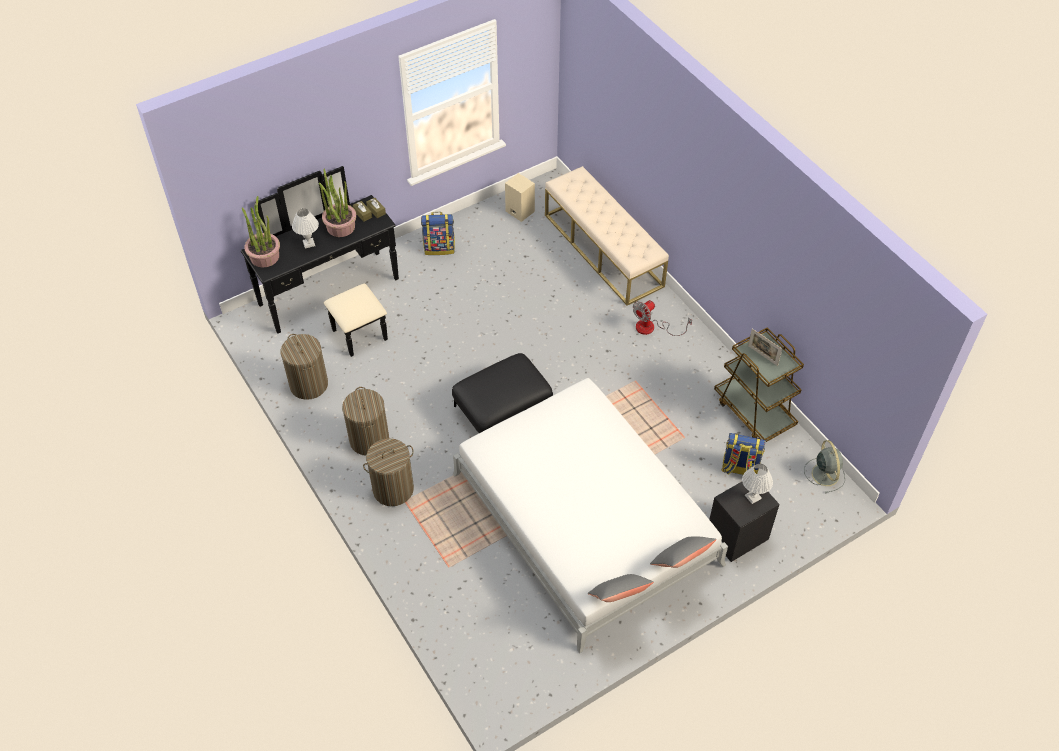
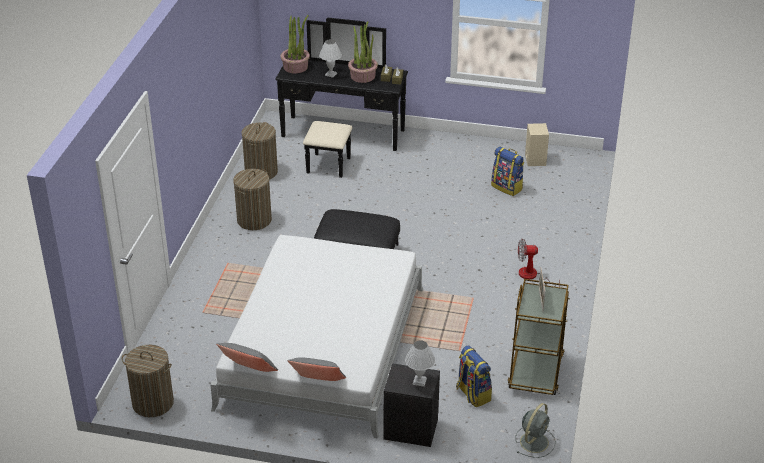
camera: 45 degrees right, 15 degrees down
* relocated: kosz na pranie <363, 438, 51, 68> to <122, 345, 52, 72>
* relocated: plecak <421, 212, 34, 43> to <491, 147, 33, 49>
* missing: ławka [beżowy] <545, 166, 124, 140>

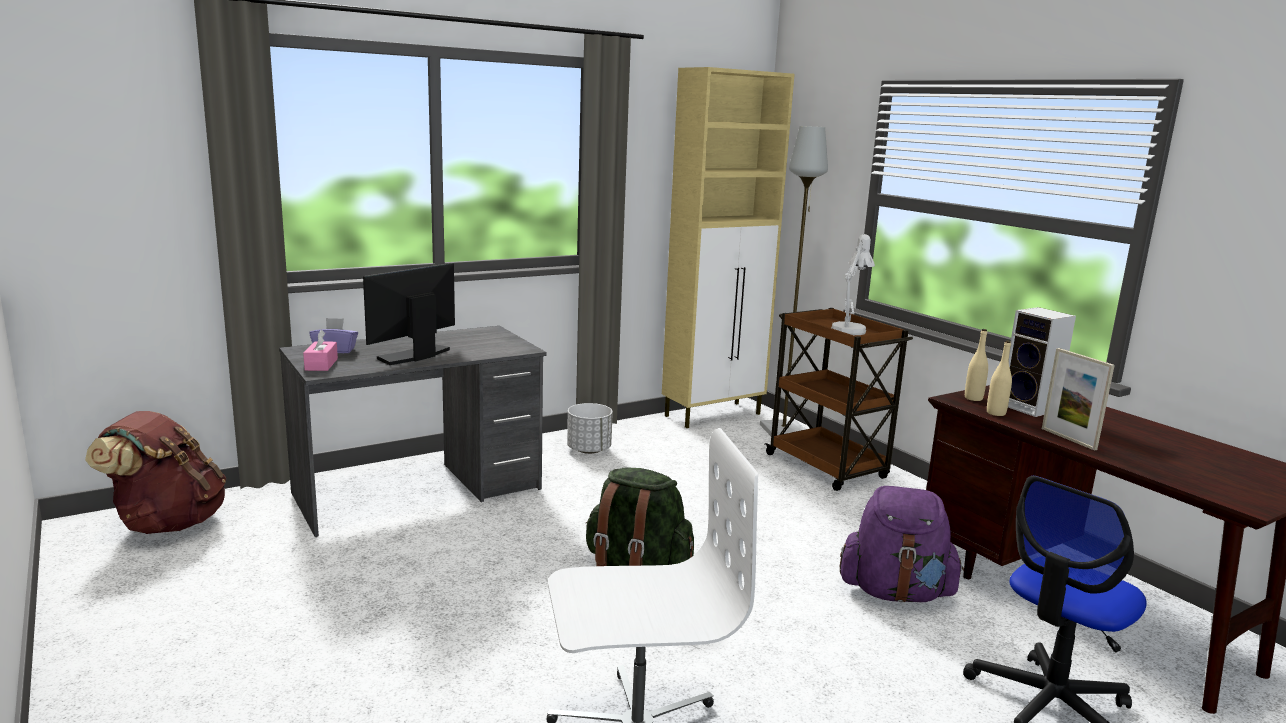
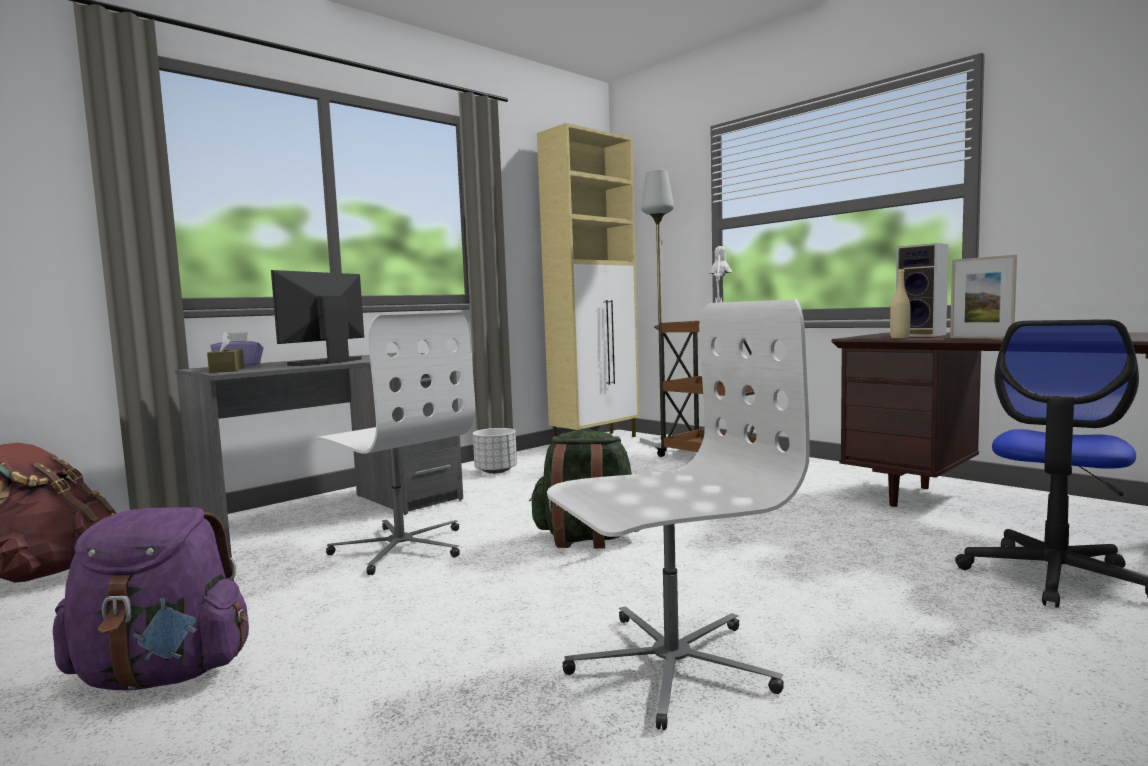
camera: 10 degrees left, 10 degrees down
* colour: pudełko chusteczek [różowy] <303, 330, 35, 41> to pudełko chusteczek [brązowy] <207, 332, 37, 41>
* relocated: plecak [fioletowy] <840, 486, 124, 116> to <53, 507, 196, 183>
* missing: butelka [beżowy] <965, 329, 23, 72>
* appeared: krzesło biurowe [biały] <315, 312, 160, 263>

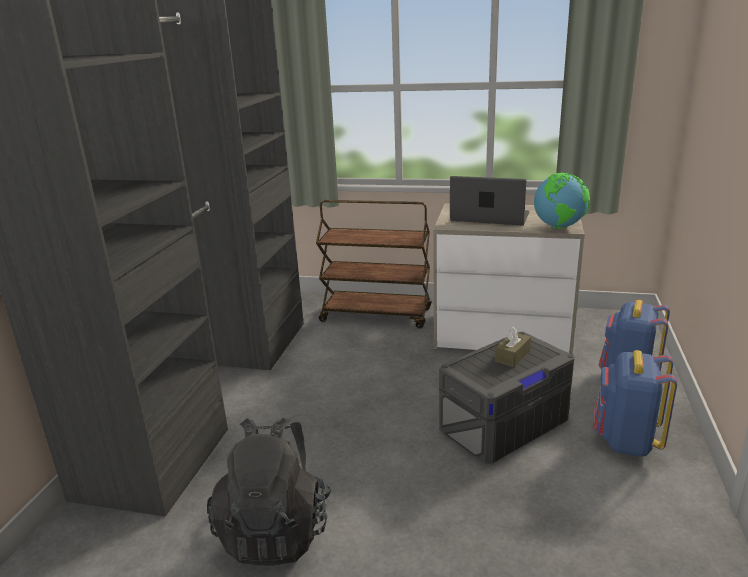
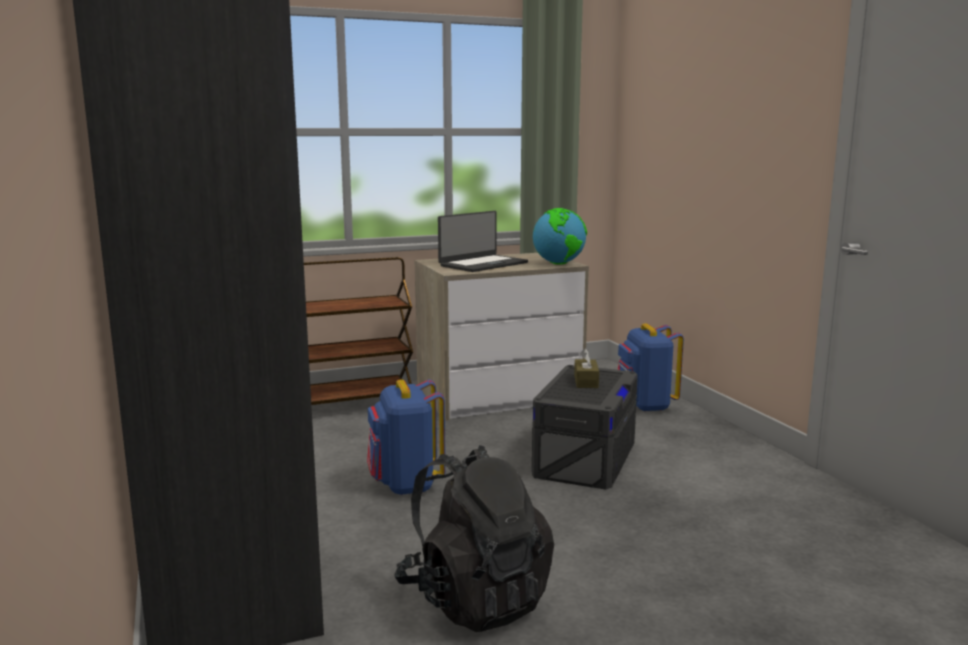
camera: 35 degrees left, 10 degrees down
* spun: laptop <450, 176, 79, 50> = <438, 211, 90, 61> 150 degrees clockwise
* relocated: plecak [niebieski] <594, 350, 83, 107> to <367, 379, 78, 116>

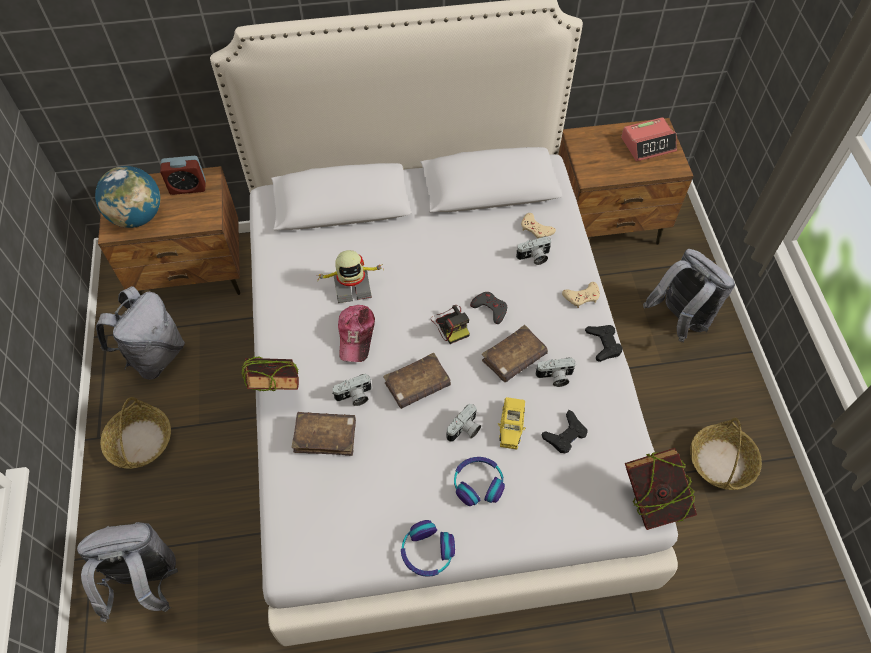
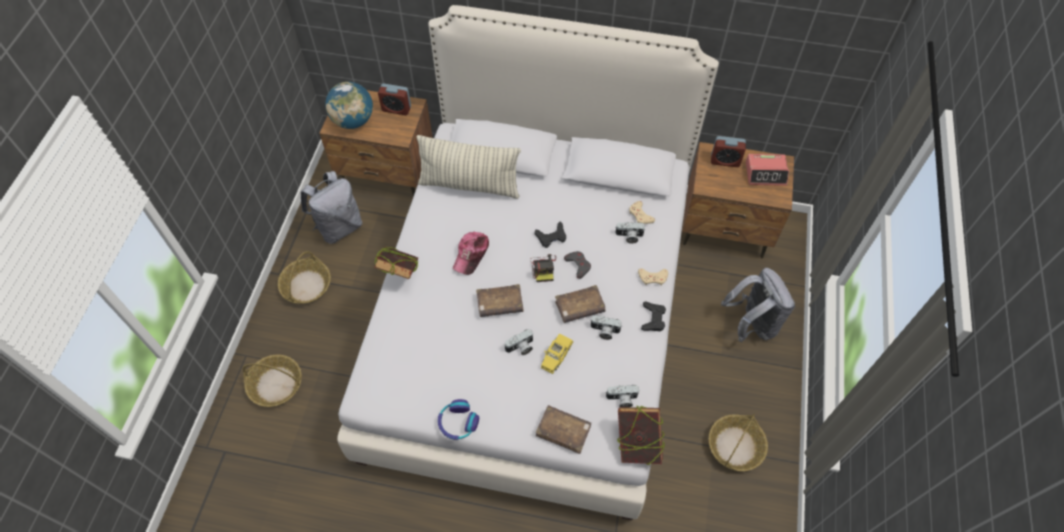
camera: 20 degrees right, 0 degrees up
* exchanged: plecak [szary] <77, 522, 101, 100> to koszyk <243, 355, 59, 52>
* relocated: książka [brązowy] <292, 412, 64, 44> to <536, 405, 55, 49>
* missing: robot zabawkowy <319, 250, 65, 53>
* relocated: aparat fotograficzny <332, 374, 40, 32> to <606, 385, 33, 22>
* missing: słuchawki <454, 457, 51, 49>
* relocated: pad do gier [czarny] <542, 410, 46, 44> to <535, 222, 31, 26>
* appeared: poduszka <416, 135, 105, 64>
* appeared: budzik <711, 136, 35, 31>

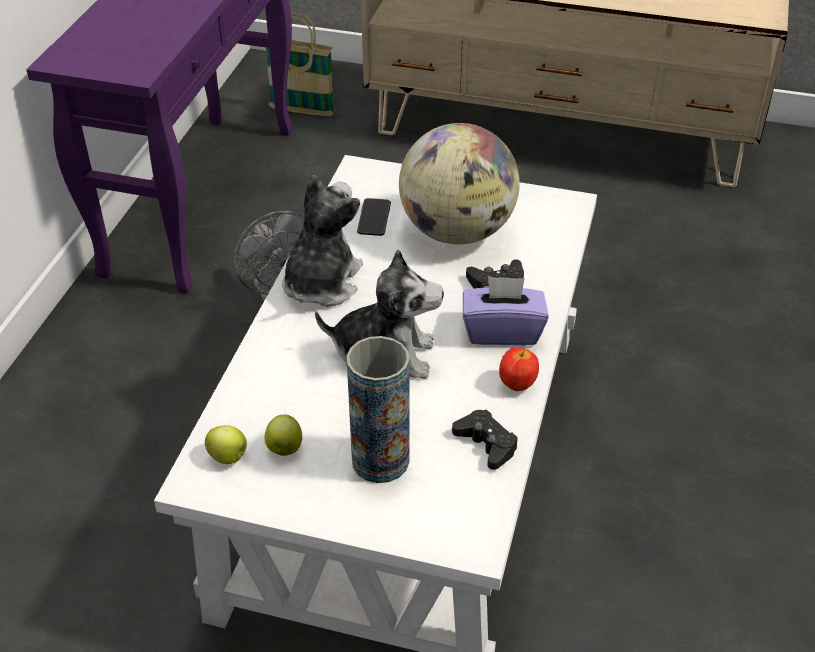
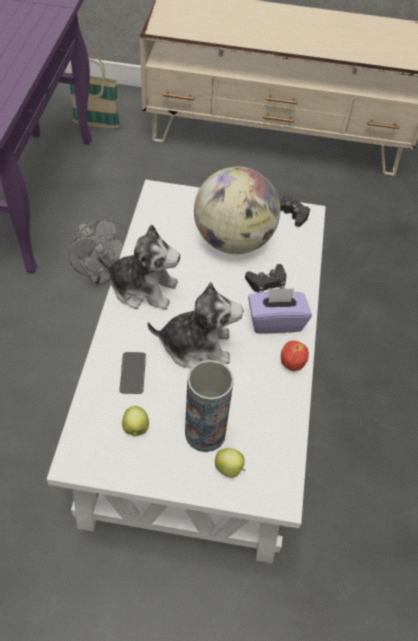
camera: 10 degrees left, 10 degrees up
* relocated: jabłko <205, 425, 42, 39> to <215, 448, 31, 30>
* spun: pluszak <282, 174, 81, 133> = <97, 224, 83, 86> 90 degrees clockwise
* relocated: telefon <357, 198, 34, 38> to <120, 352, 26, 42>
* relocated: pad do gier [czarny] <452, 409, 66, 61> to <279, 195, 31, 32>

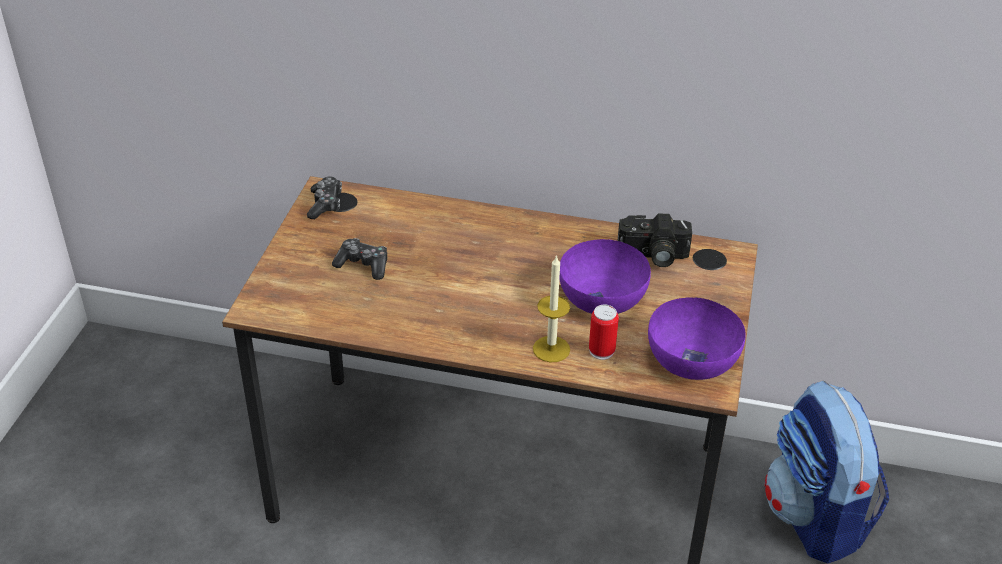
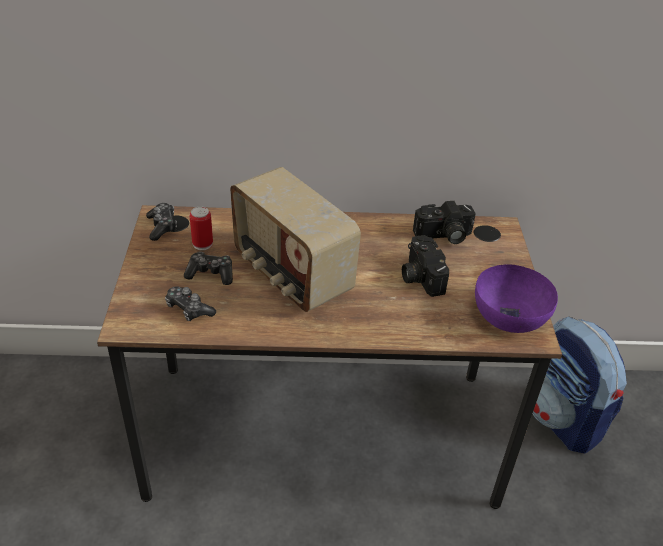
camera: 15 degrees left, 0 degrees up
* missing: świeca <533, 255, 37, 107>
* exchanged: miska [fioletowy] <559, 239, 92, 75> to aparat fotograficzny <402, 235, 47, 62>
* relocated: puszka <589, 305, 30, 55> to <190, 206, 23, 44>
* appeared: pad do gier <165, 287, 51, 34>
* appeared: radio <230, 167, 131, 145>

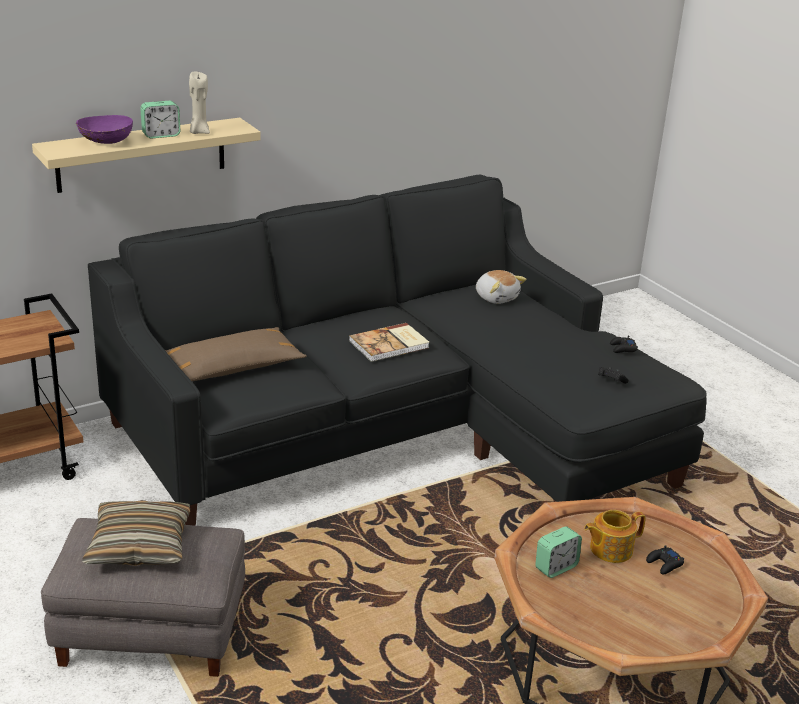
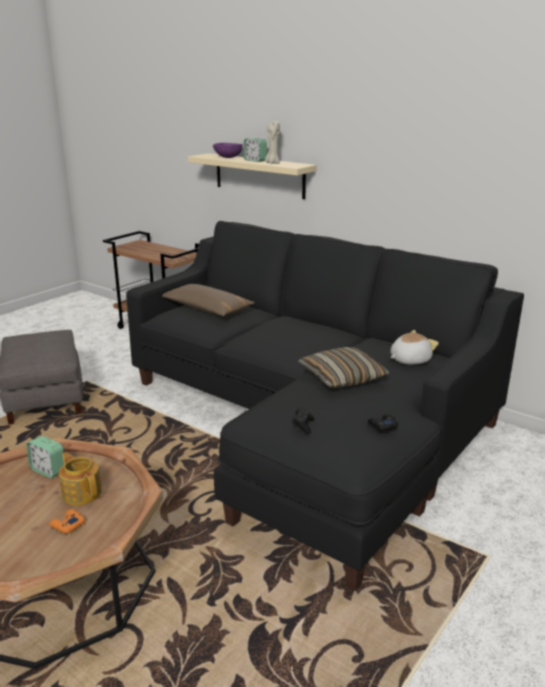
camera: 70 degrees right, 5 degrees down
* relocated: poduszka <82, 500, 108, 66> to <298, 347, 92, 42>
* missing: książka <349, 323, 80, 39>
* spun: pluszak <476, 270, 50, 34> = <391, 330, 48, 35> 150 degrees counterclockwise
* colour: pad do gier [czarny] <646, 545, 38, 29> to pad do gier [pomarańczowy] <49, 509, 36, 25>

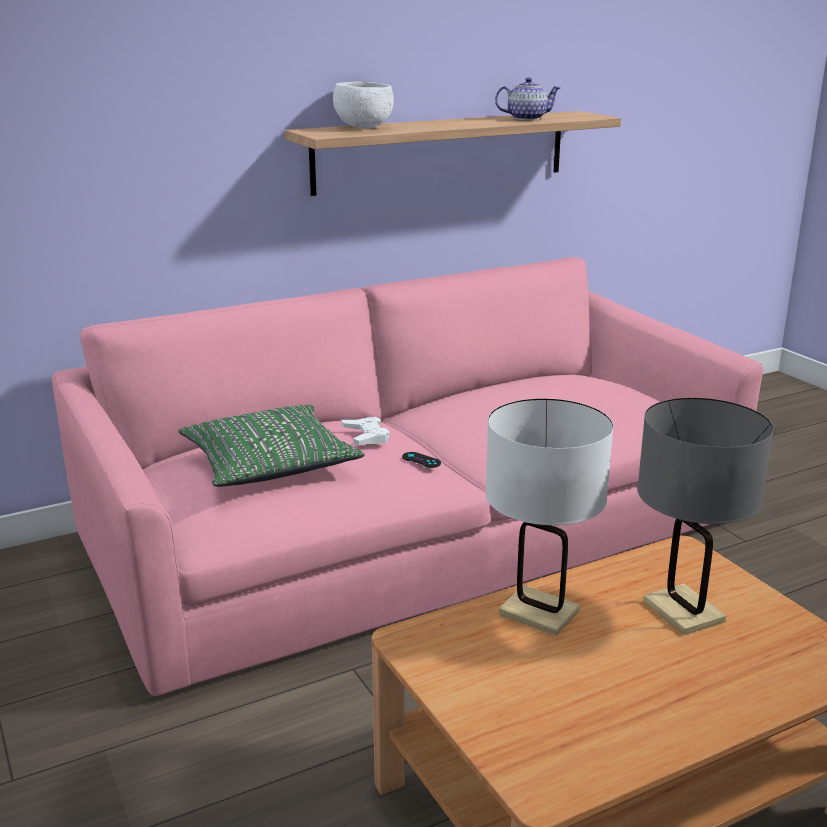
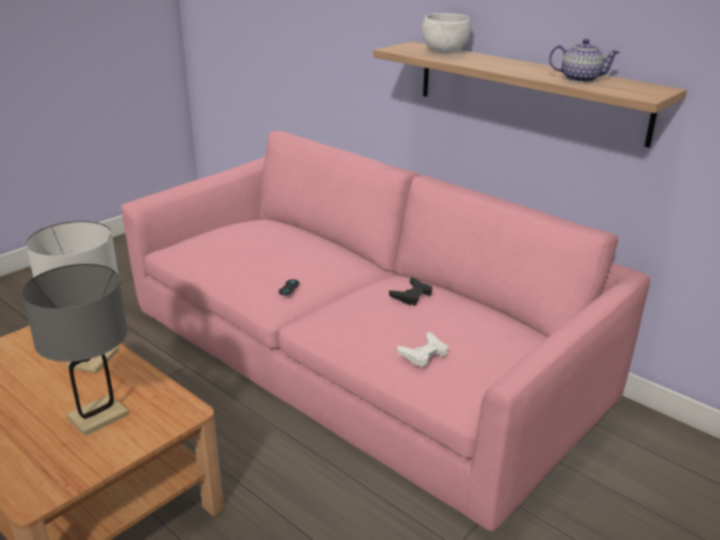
camera: 70 degrees right, 5 degrees up
* missing: poduszka [zielony] <179, 405, 186, 82>
* relocated: pad do gier [biały] <341, 417, 48, 28> to <397, 332, 51, 35>
* spun: imbryk <495, 78, 66, 42> = <549, 39, 71, 44> 45 degrees counterclockwise
* appeared: pad do gier [czarny] <389, 277, 44, 29>

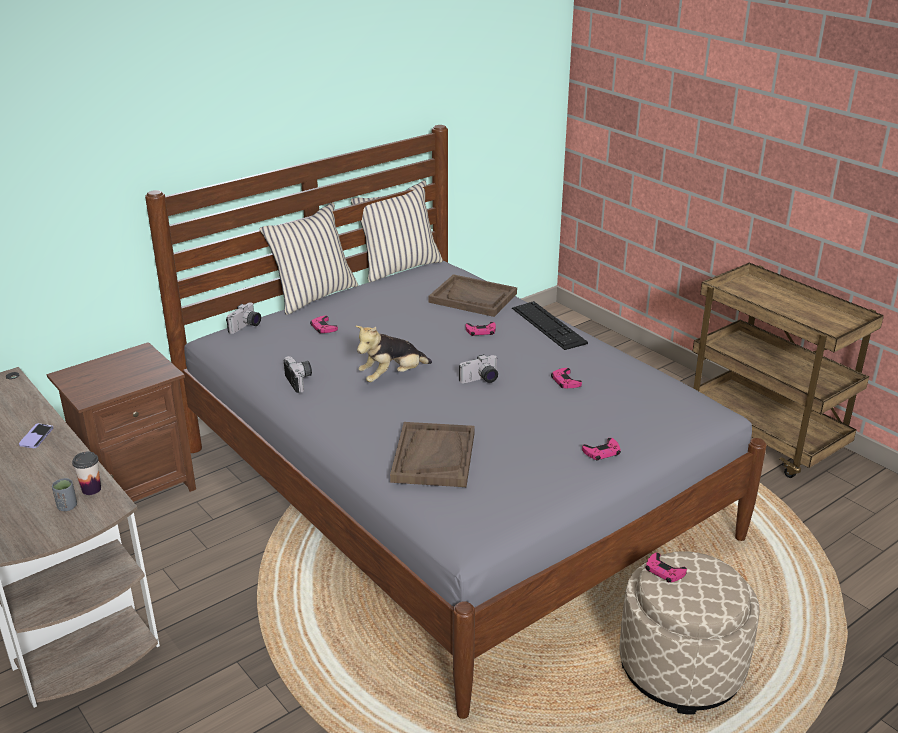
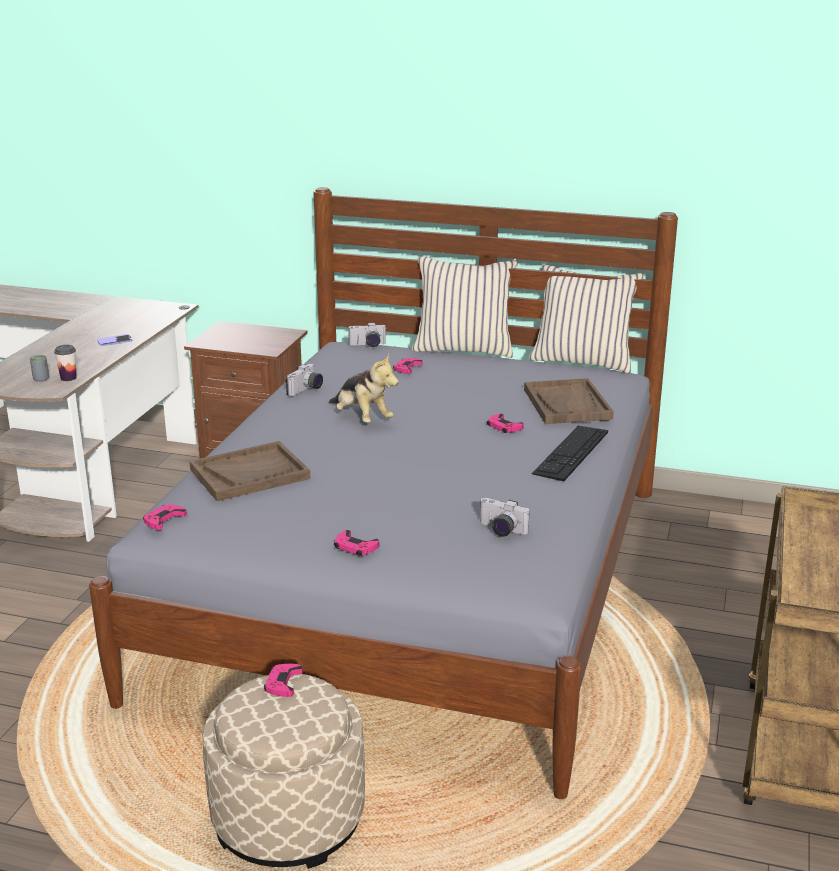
camera: 55 degrees right, 5 degrees down
* spun: pluszak <356, 326, 76, 56> = <329, 353, 70, 70> 150 degrees counterclockwise
* relocated: aparat fotograficzny <459, 354, 39, 29> to <479, 498, 51, 39>
* relocated: pad do gier [różowy] <551, 368, 31, 20> to <143, 504, 44, 26>

